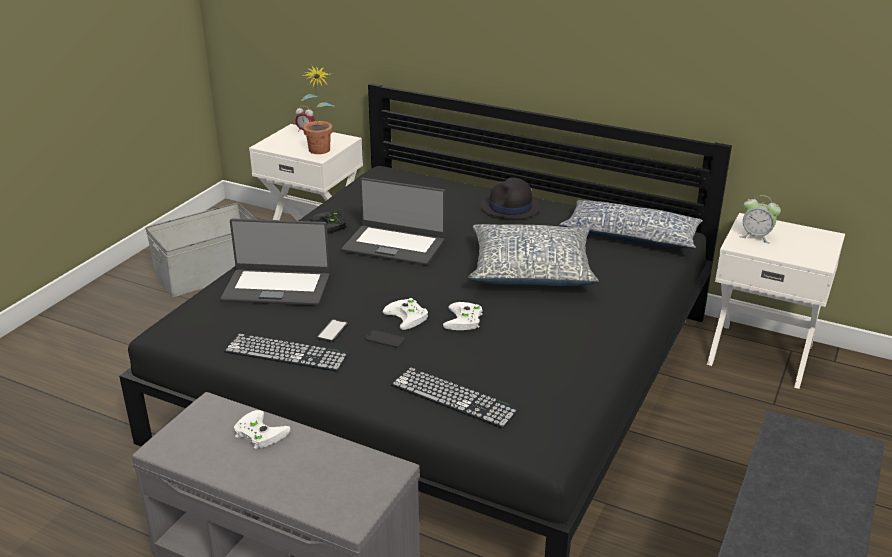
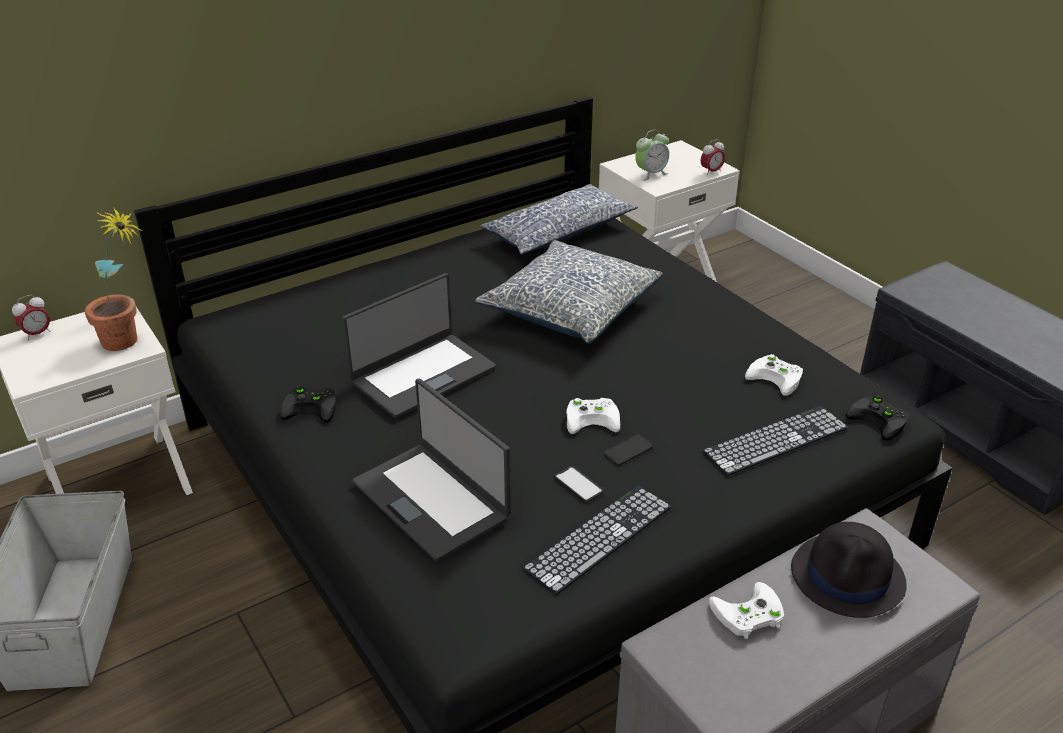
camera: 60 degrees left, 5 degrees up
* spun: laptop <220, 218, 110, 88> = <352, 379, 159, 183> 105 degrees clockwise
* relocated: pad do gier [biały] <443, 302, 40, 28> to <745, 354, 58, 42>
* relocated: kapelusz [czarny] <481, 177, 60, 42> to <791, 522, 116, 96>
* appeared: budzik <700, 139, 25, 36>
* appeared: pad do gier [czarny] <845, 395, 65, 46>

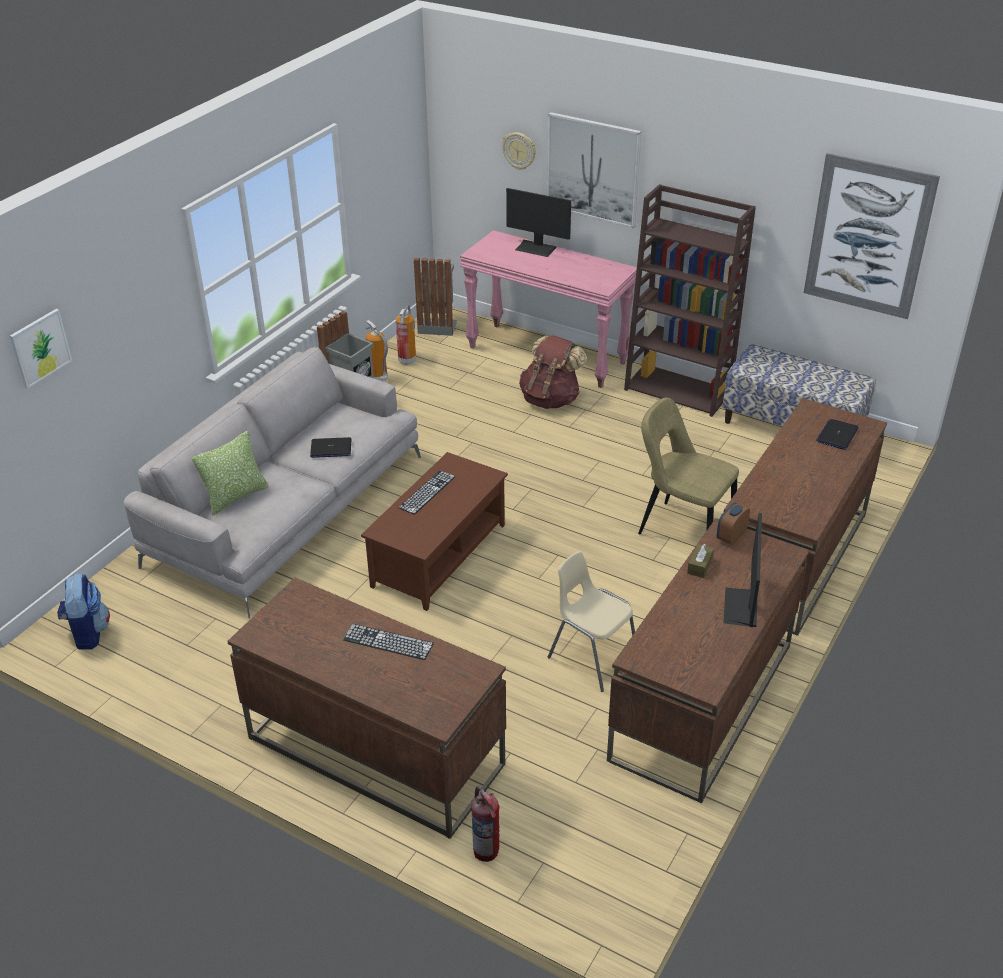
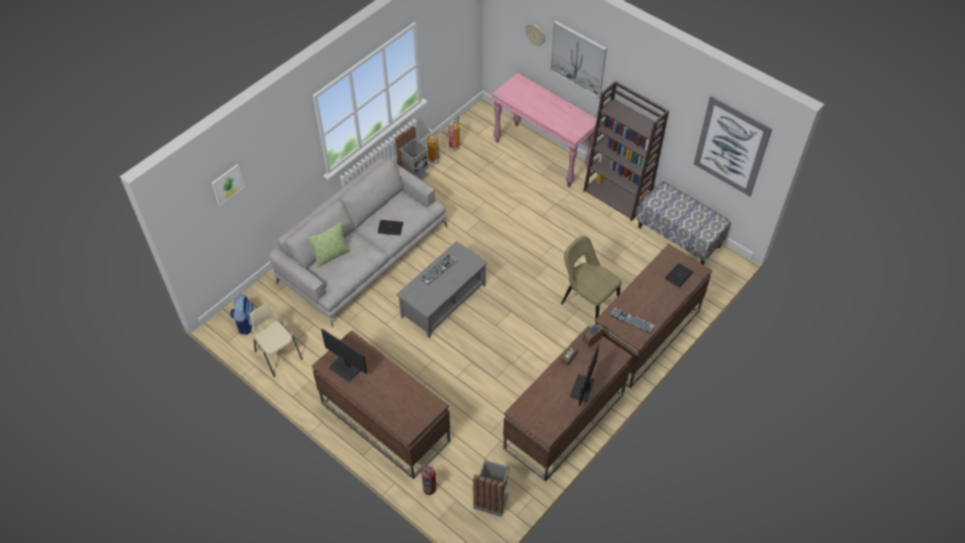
camera: 10 degrees right, 15 degrees up
* relocated: klawiatura <343, 624, 91, 36> to <610, 307, 45, 27>
* colour: ława [brązowy] <361, 452, 147, 159> to ława [szary] <396, 241, 92, 97>
* relocated: kosz na śmieci [szary] <414, 258, 43, 78> to <473, 460, 37, 57>
* relocated: monitor <506, 188, 65, 69> to <321, 329, 46, 54>
* missing: plecak [brązowy] <519, 335, 68, 74>
* relocated: krzesło [beżowy] <548, 551, 87, 141> to <250, 304, 53, 73>

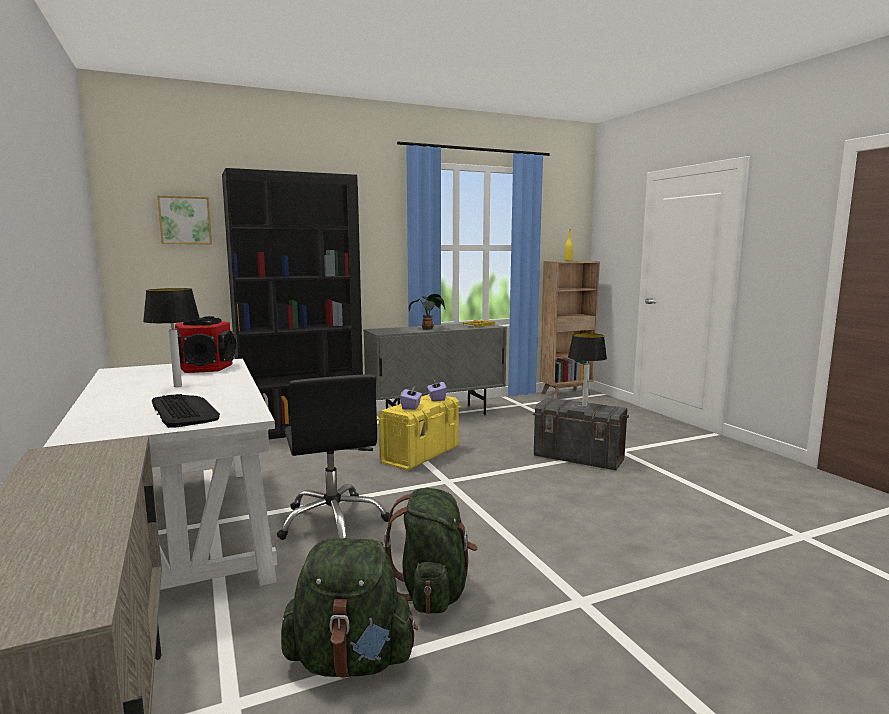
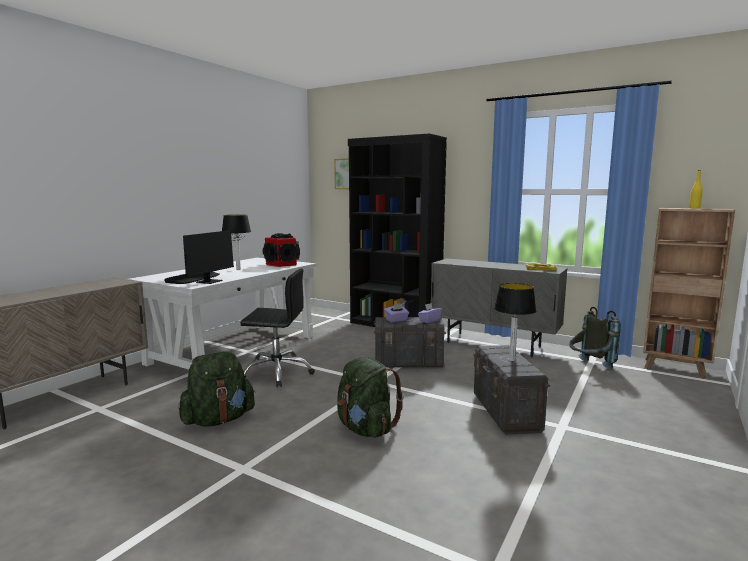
camera: 55 degrees right, 0 degrees up
* spun: krzesło biurowe [czarny] <277, 374, 113, 166> = <240, 269, 75, 118> 120 degrees counterclockwise
* relocated: plecak [zielony] <281, 538, 137, 140> to <337, 357, 67, 81>
* colour: pojemnik do przechowywania [żółty] <377, 394, 84, 77> to pojemnik do przechowywania [szary] <374, 317, 72, 50>
* missing: roślina doniczkowa <409, 294, 36, 35>
* appeared: monitor <183, 230, 60, 54>
* appeared: plecak [szary] <569, 307, 52, 62>

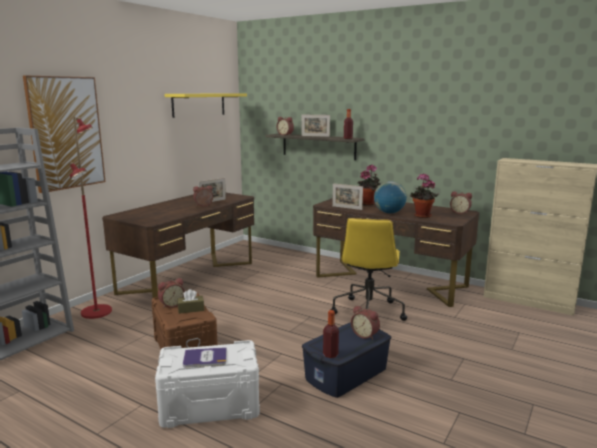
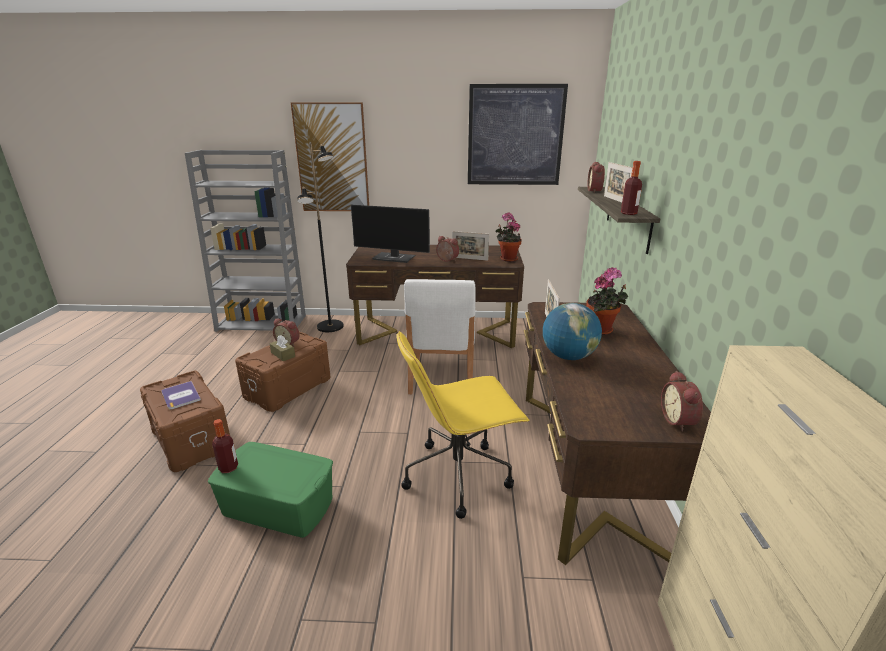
camera: 60 degrees right, 10 degrees up
* colour: lampa stojąca [czerwony] <69, 117, 43, 202> to lampa stojąca [czarny] <297, 144, 47, 188>
* colour: pojemnik do przechowywania [biały] <155, 340, 105, 88> to pojemnik do przechowywania [brązowy] <140, 371, 90, 101>
* exchanged: półka [żółty] <164, 93, 83, 25> to obraz <468, 84, 100, 101>
* colour: pojemnik do przechowywania [niebieski] <302, 322, 89, 76> to pojemnik do przechowywania [zielony] <208, 442, 125, 96>
* missing: budzik <351, 306, 29, 34>
* relocated: roślina doniczkowa <410, 173, 29, 45> to <495, 212, 27, 50>
* appeared: monitor <351, 205, 79, 58>
* appeared: krzesło [biały] <404, 279, 72, 115>

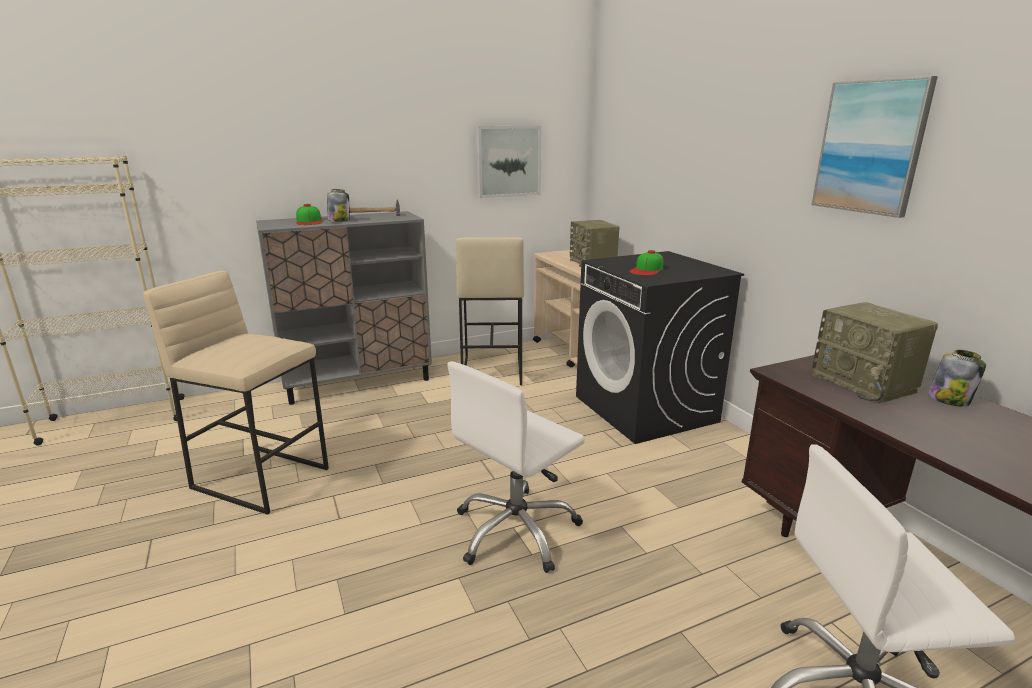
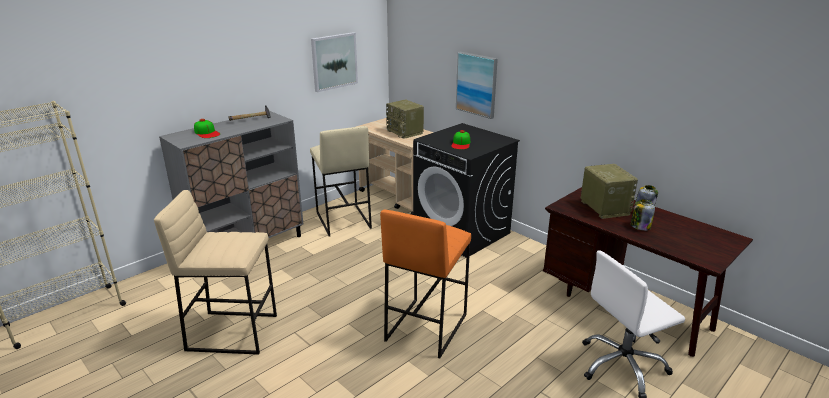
camera: 20 degrees left, 5 degrees up
* relocated: słoik <327, 189, 23, 33> to <631, 199, 24, 32>
* exchanged: krzesło biurowe [biały] <447, 361, 138, 212> to stołek [pomarańczowy] <380, 210, 91, 149>
* relocated: obraz <811, 76, 127, 142> to <456, 52, 42, 67>
* spun: radio <812, 302, 126, 102> = <581, 164, 57, 55> 150 degrees counterclockwise

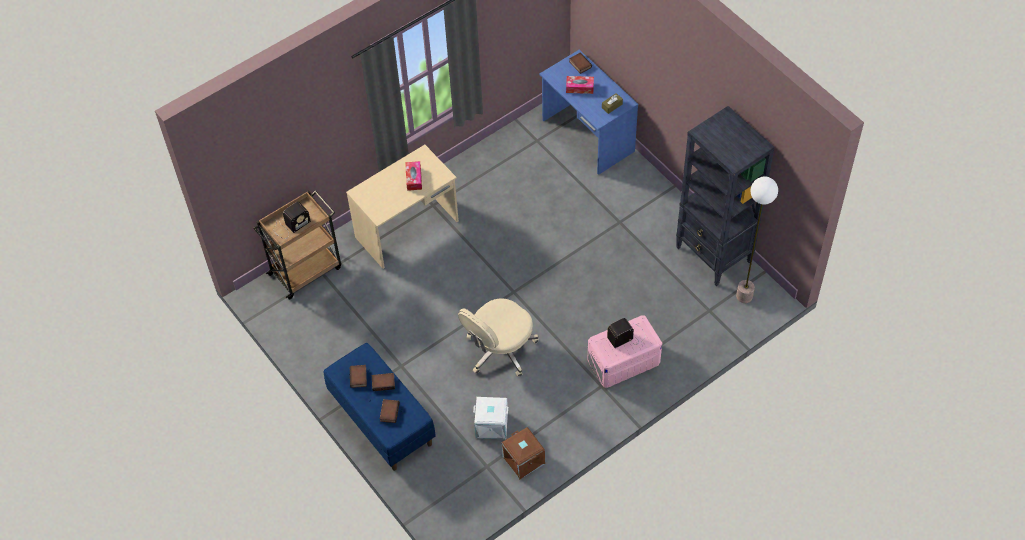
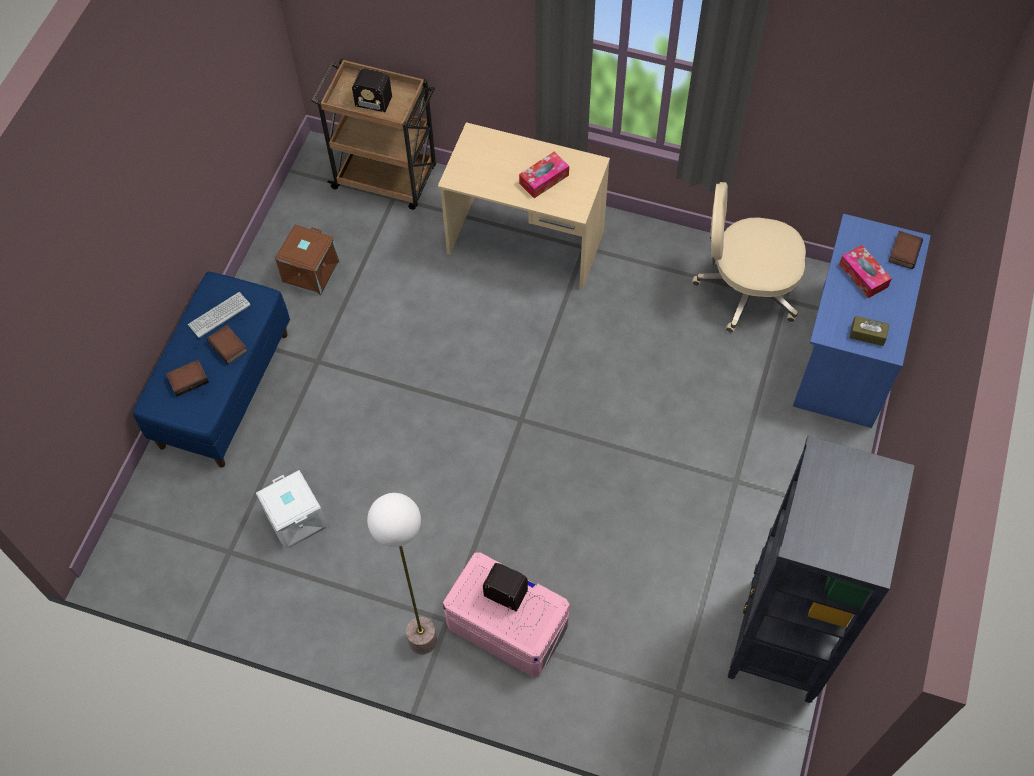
camera: 55 degrees right, 5 degrees up
* exchanged: książka <349, 365, 18, 23> to klawiatura <188, 292, 63, 46>
* relocated: krzesło biurowe [beżowy] <458, 298, 81, 79> to <692, 182, 114, 151>
* relocated: pojemnik do przechowywania [brązowy] <502, 427, 43, 53> to <275, 224, 65, 71>
* relocated: lampa stojąca <736, 177, 42, 126> to <367, 493, 70, 161>

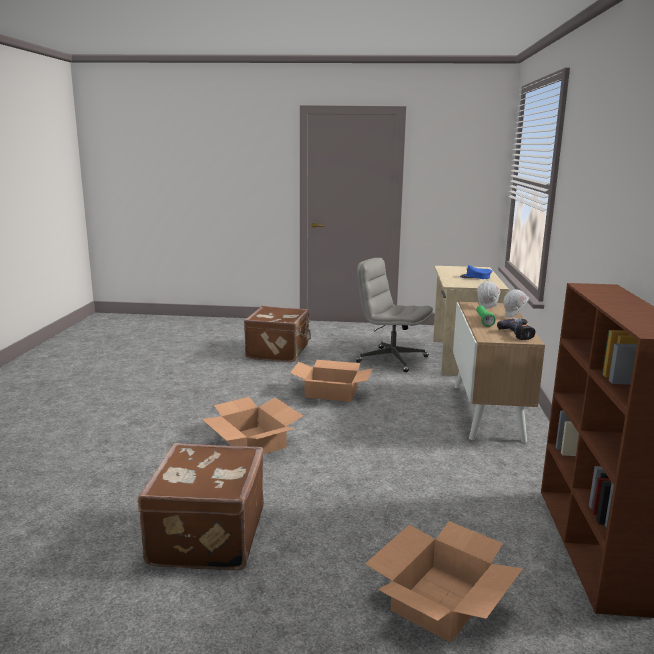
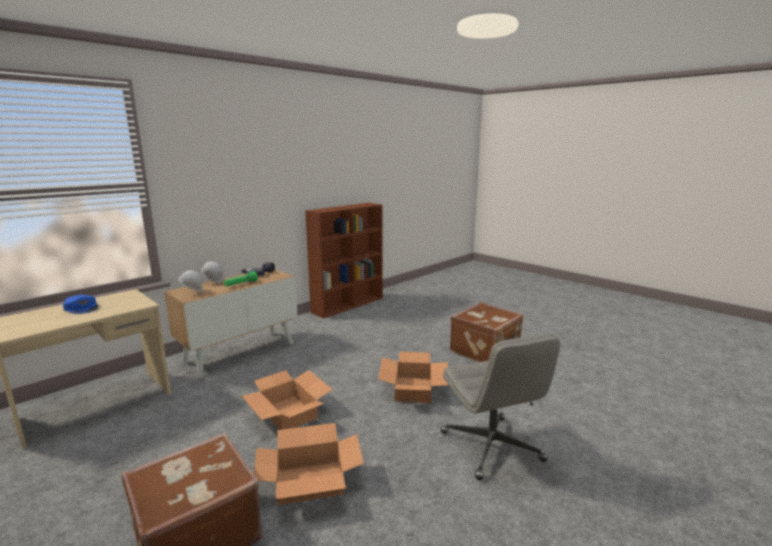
camera: 140 degrees left, 0 degrees up
* relocated: krzesło biurowe [szary] <356, 258, 77, 114> to <440, 333, 120, 147>
* relocated: karton <365, 521, 158, 122> to <254, 423, 110, 82>

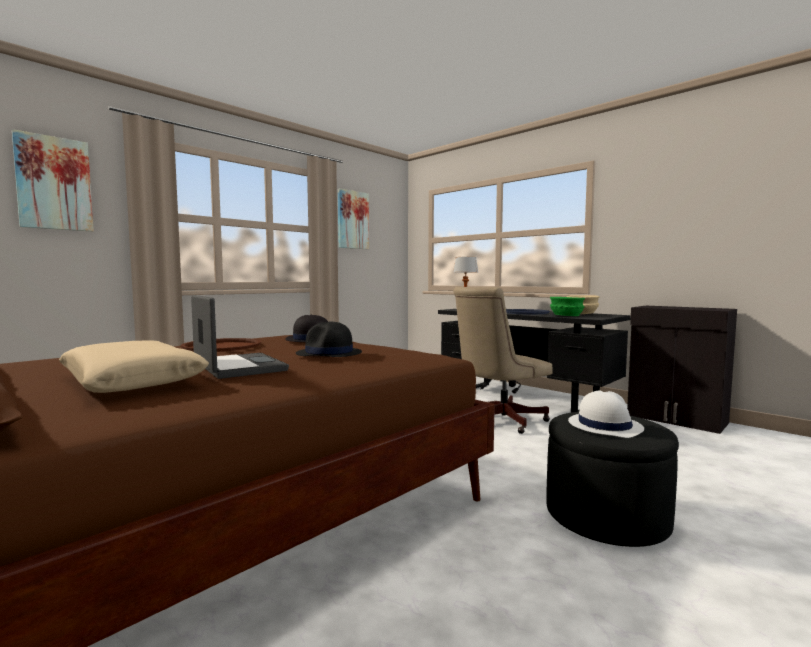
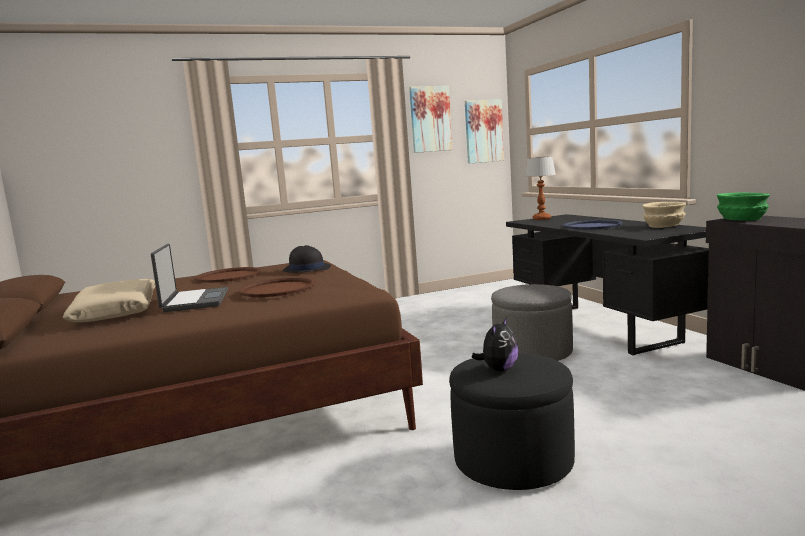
camera: 25 degrees right, 5 degrees up
* relocated: obraz <12, 129, 82, 103> to <465, 99, 39, 65>
* exchanged: kapelusz [czarny] <296, 321, 66, 36> to taca [brązowy] <238, 277, 78, 20>
* exchanged: krzesło biurowe [beżowy] <453, 287, 100, 147> to pufa [szary] <491, 284, 82, 77>
* relocated: miska [zielony] <550, 297, 35, 19> to <717, 192, 53, 29>
* exchanged: kapelusz [biały] <568, 390, 76, 48> to pluszak <472, 317, 47, 54>

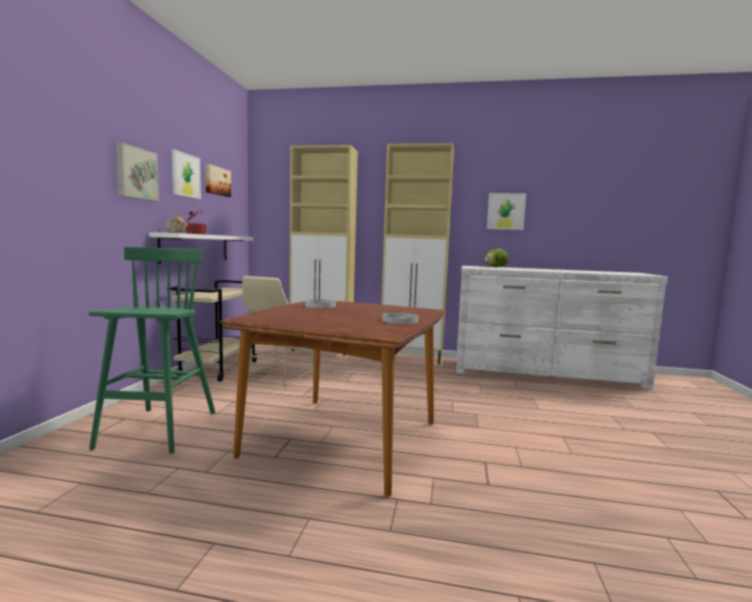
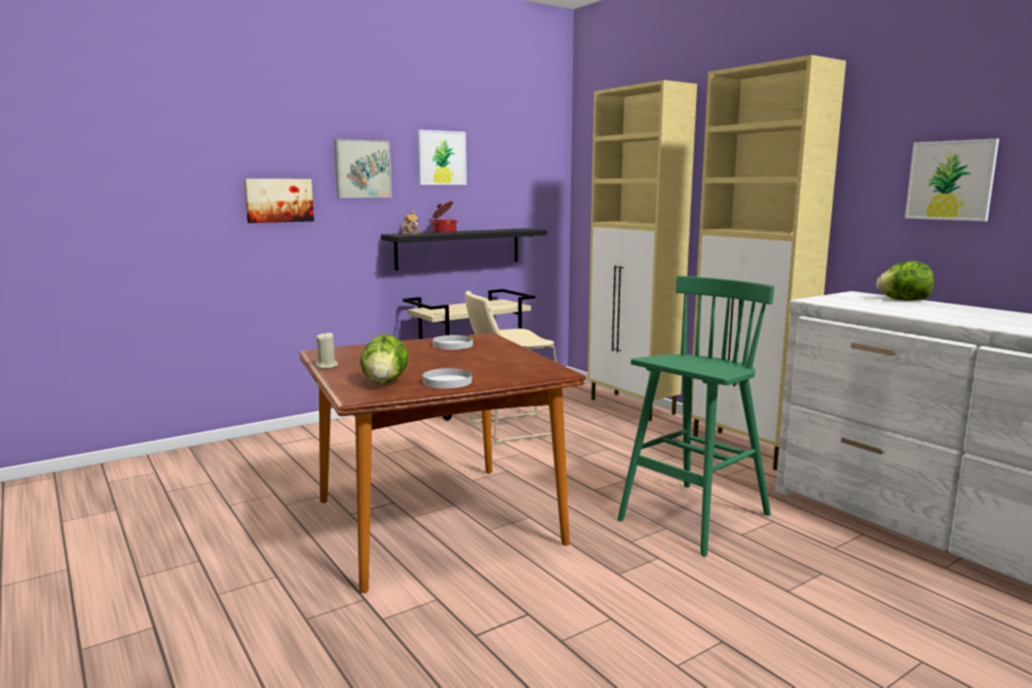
camera: 45 degrees right, 5 degrees up
* relocated: stołek [zielony] <89, 247, 126, 207> to <617, 276, 157, 280>
* colour: półka [biały] <149, 232, 104, 32> to półka [czarny] <381, 228, 166, 42>
* relocated: obraz <205, 164, 26, 33> to <244, 179, 70, 44>
* appeared: świeca [beżowy] <315, 332, 23, 37>
* appeared: sałata <360, 334, 49, 50>

